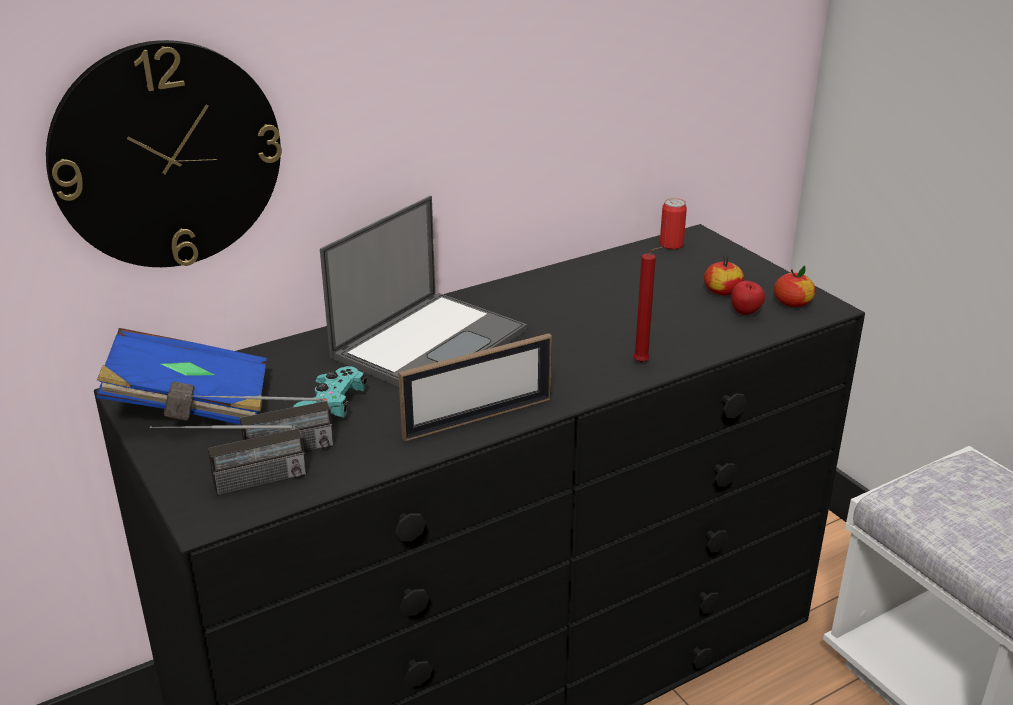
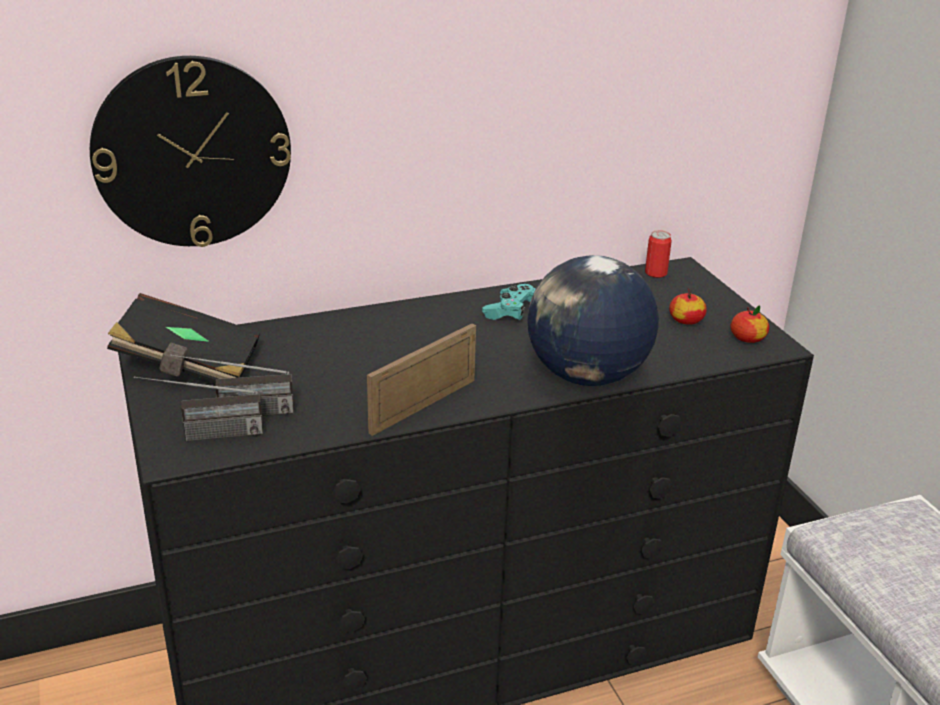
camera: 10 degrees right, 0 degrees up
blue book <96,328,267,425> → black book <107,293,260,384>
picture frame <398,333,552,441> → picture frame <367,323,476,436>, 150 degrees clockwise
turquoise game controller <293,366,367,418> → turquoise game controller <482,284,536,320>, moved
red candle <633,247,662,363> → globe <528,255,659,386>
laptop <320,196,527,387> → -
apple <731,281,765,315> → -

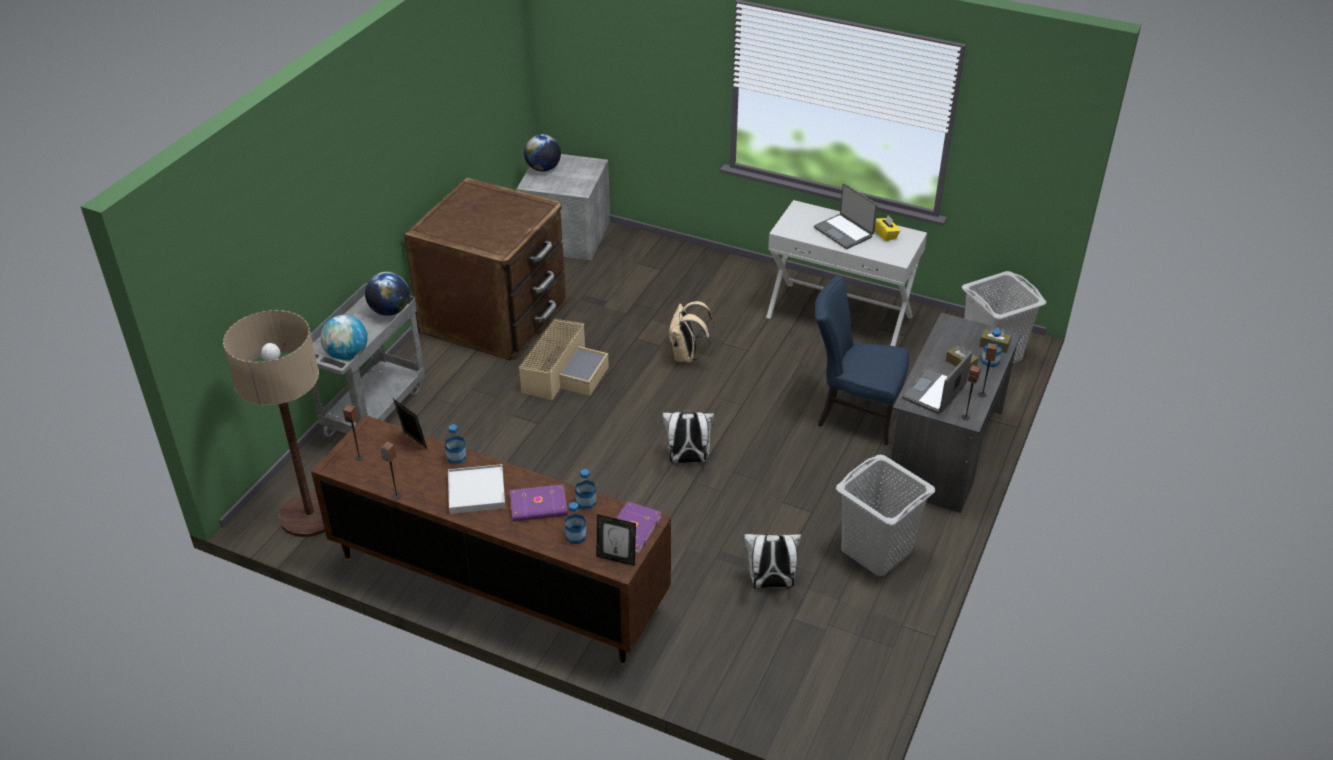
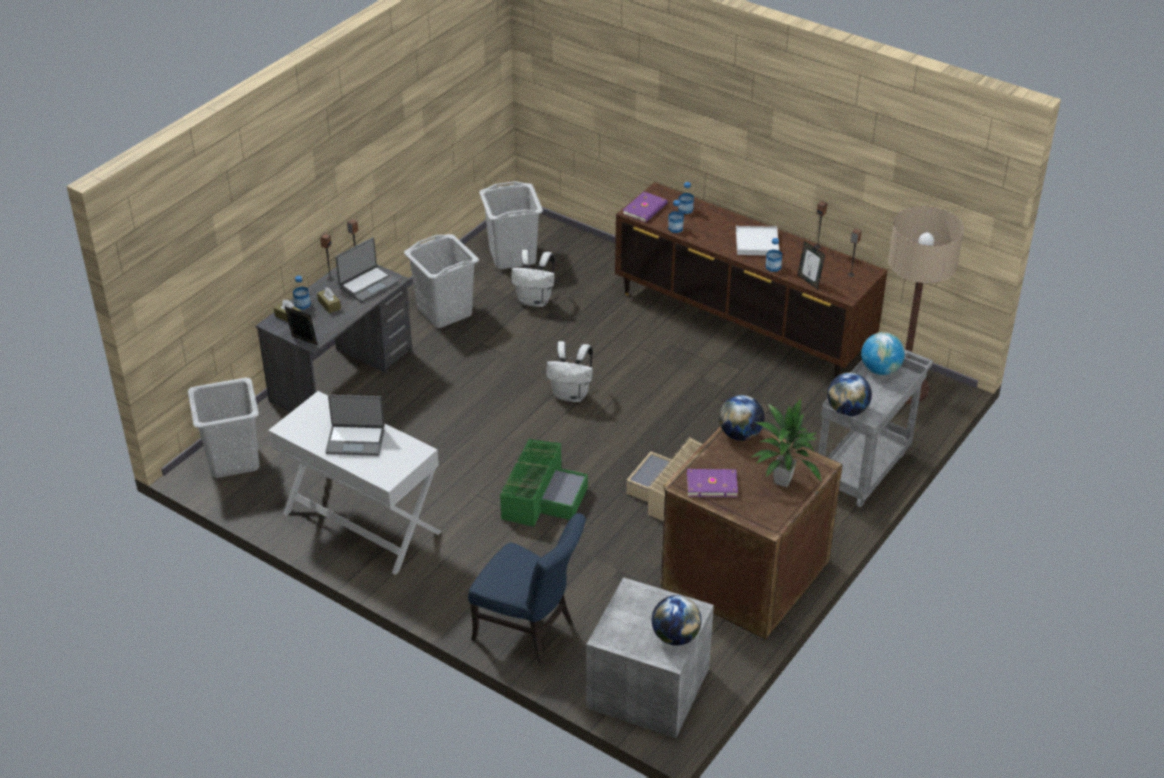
camera: 170 degrees left, 0 degrees up
picture frame <596,514,636,566> → picture frame <284,306,318,345>, moved
laptop <814,183,878,249> → laptop <325,395,385,456>, 120 degrees clockwise
blue chair <815,276,909,445> → blue chair <468,513,586,665>, moved
- → grey laundry basket <479,181,543,269>
beige backpack <668,301,714,363> → green storage box <499,439,588,527>
purple book <510,484,568,522> → purple book <687,469,738,497>, moved
- → globe <719,395,765,441>
- → potted plant <752,399,822,487>
yellow tissue box <875,215,900,241> → -

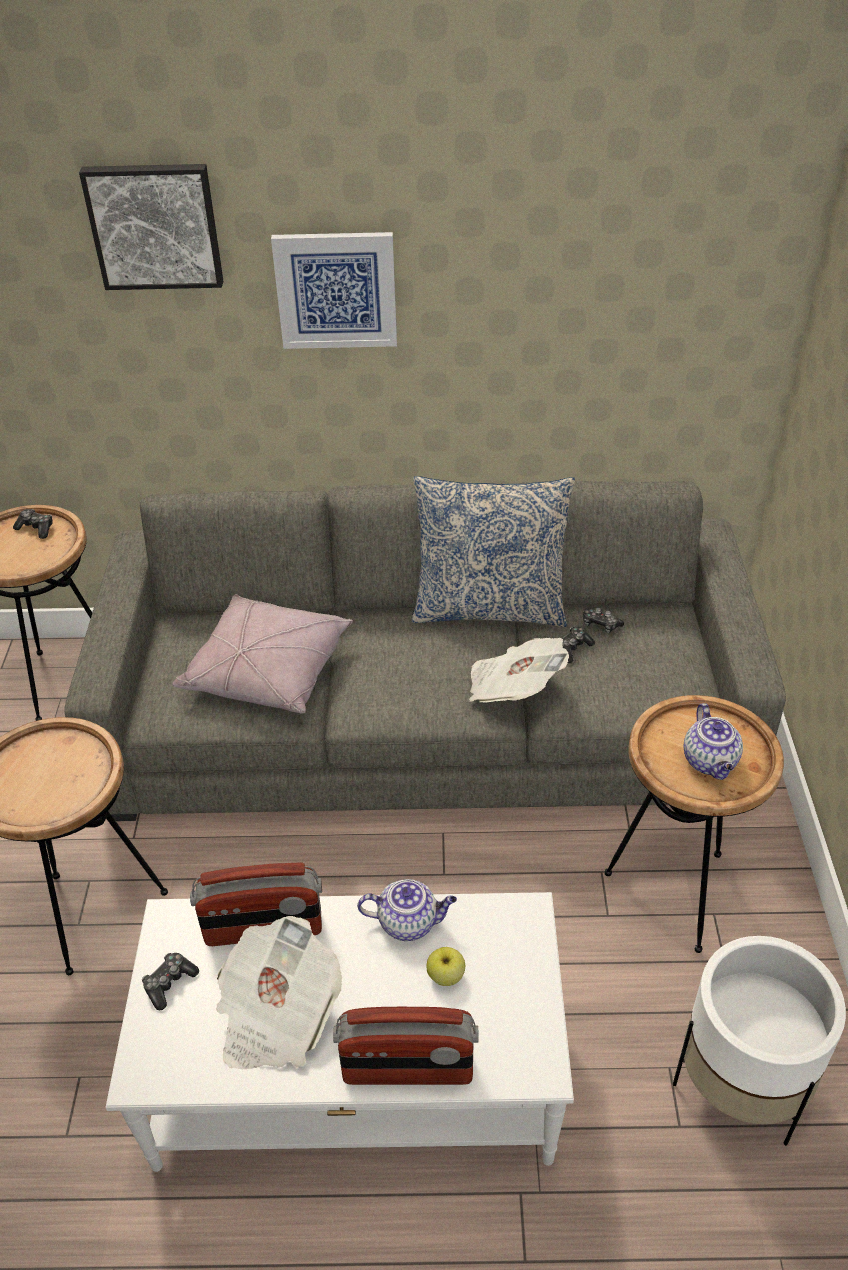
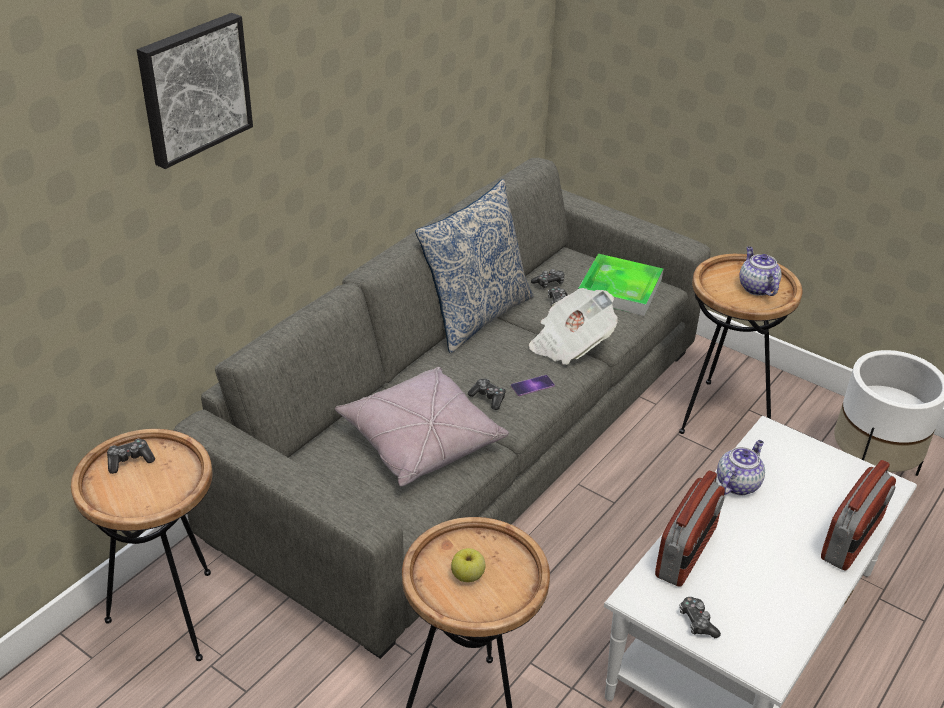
camera: 55 degrees left, 5 degrees down
apple <427,947,465,986> → apple <451,548,485,582>, moved
- → game controller <468,379,506,410>
- → phone <511,375,555,396>
- → tray <578,254,663,316>
teapot <683,703,743,780> → teapot <739,247,782,296>, 135 degrees counterclockwise
newspaper <216,916,342,1069> → -
picture <271,232,397,349> → -

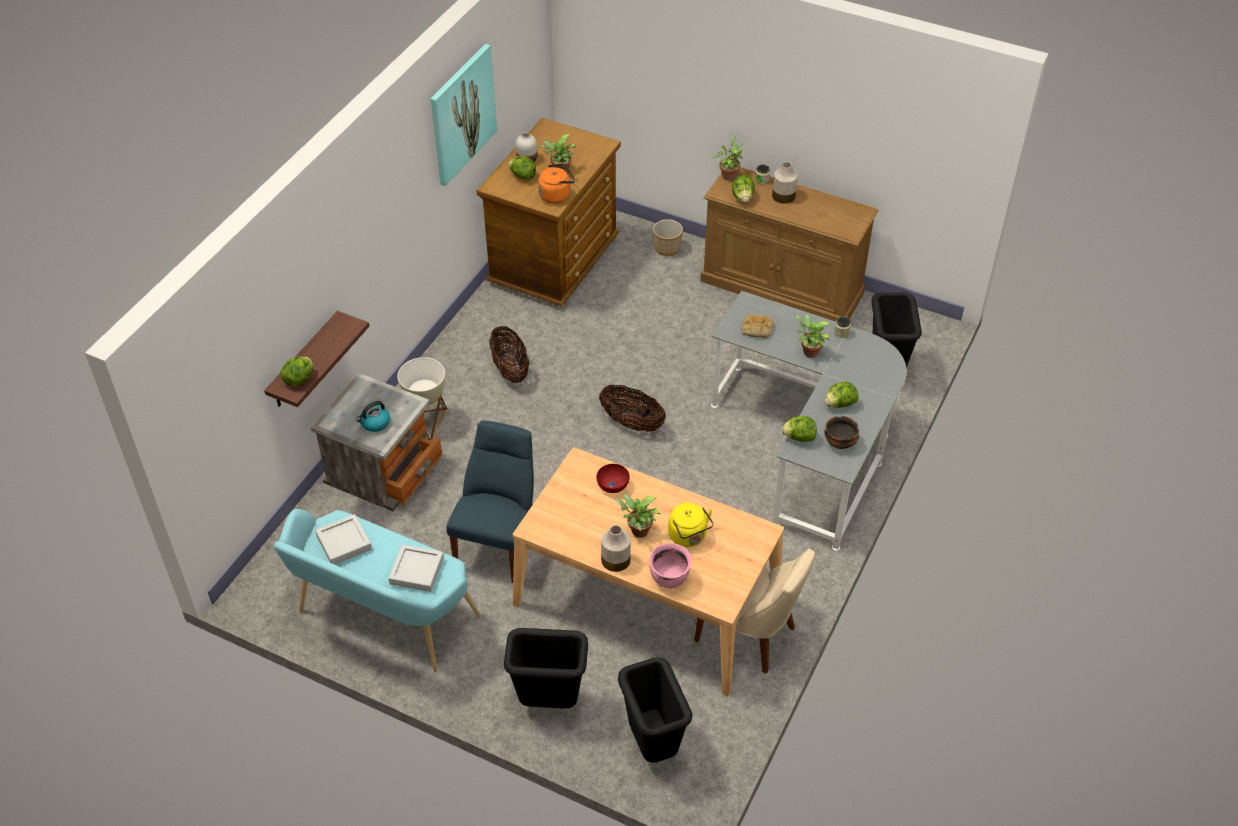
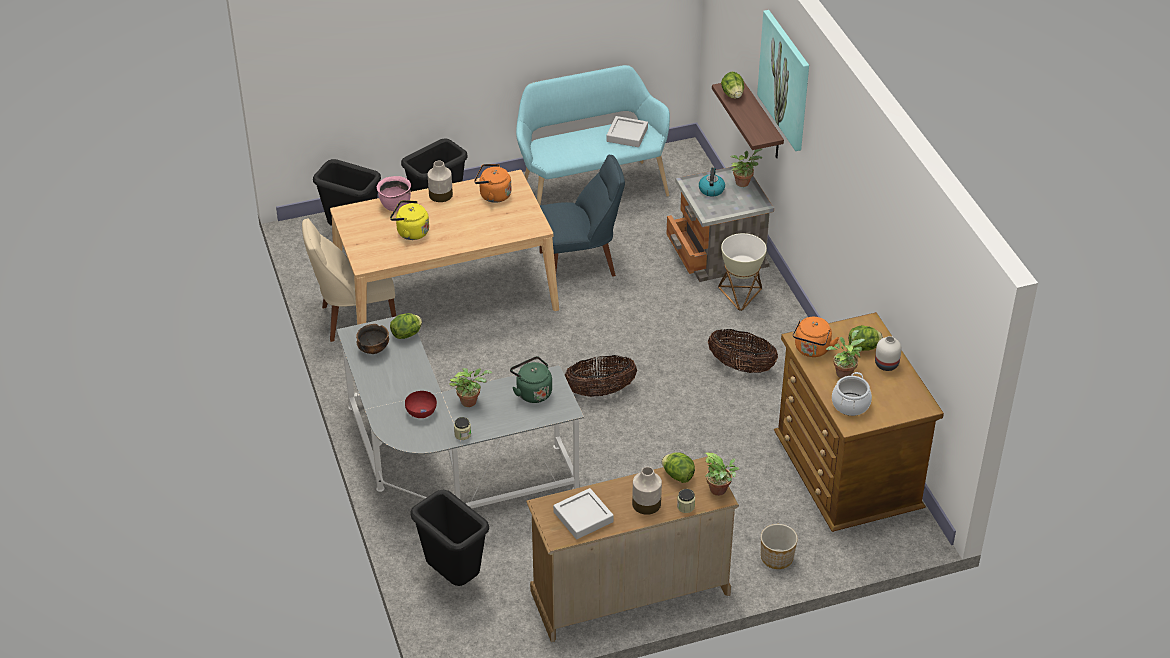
camera: 135 degrees right, 5 degrees down
red bowl <597,464,629,493> → red bowl <405,391,437,418>, moved
- → orange kettle <474,164,511,203>
bread <742,315,774,338> → green kettle <510,356,552,403>
blue chair <446,420,534,583> → blue chair <539,155,625,277>, 75 degrees counterclockwise
grey tray <388,545,444,592> → grey tray <553,488,614,539>, moved
potted plant <614,494,661,538> → potted plant <730,149,763,187>, moved
picture <431,44,497,186> → picture <757,10,809,151>, moved
- → cooking pot <832,372,872,416>
lettuce <825,382,859,408> → -

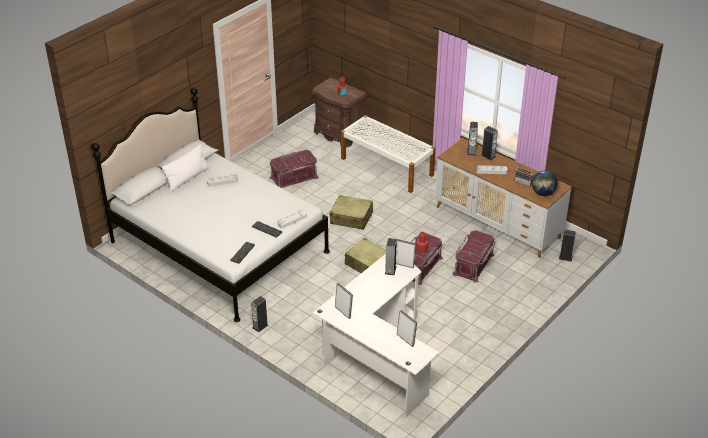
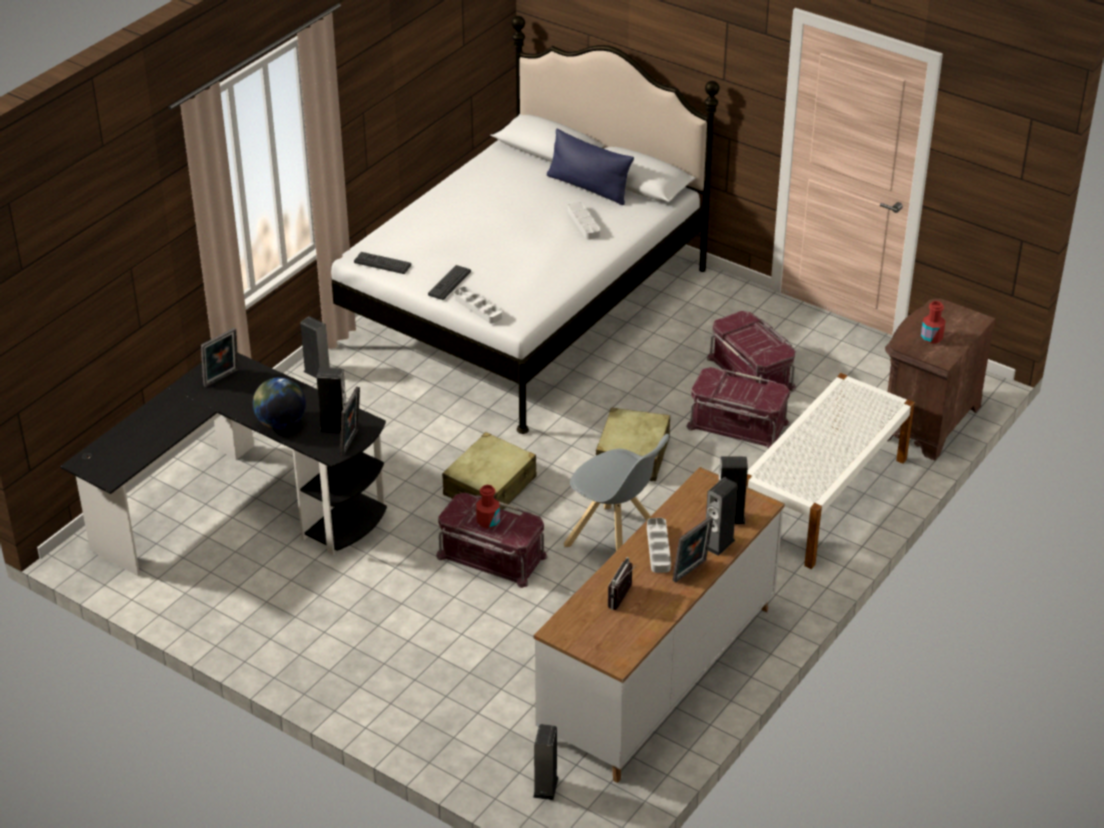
camera: 85 degrees right, 0 degrees up
white desk <313,254,439,417> → black desk <60,352,387,576>
globe <532,171,558,196> → globe <253,377,306,430>, moved
white pillow <162,144,209,192> → blue pillow <547,129,634,205>
- → grey chair <563,434,669,551>
picture frame <397,310,417,347> → picture frame <673,516,713,583>, moved
red storage box <452,230,496,283> → red storage box <686,367,790,449>, moved

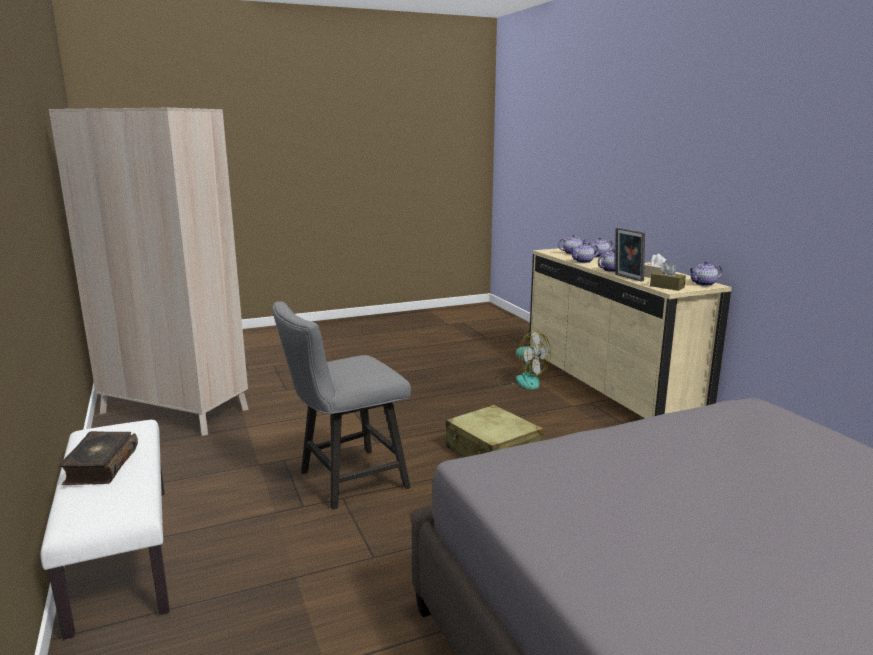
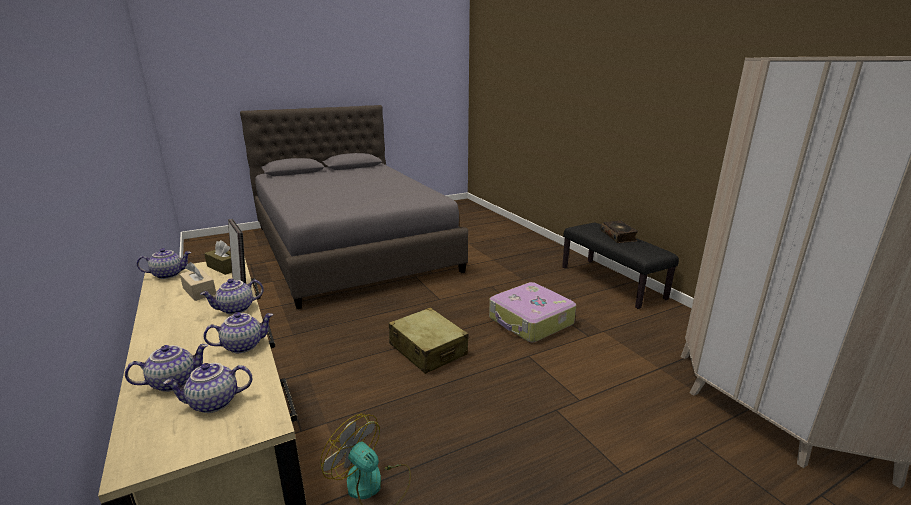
camera: 175 degrees right, 5 degrees up
grey chair <273,301,411,510> → suitcase <489,282,576,342>
white bench <40,420,170,639> → black bench <562,222,679,309>

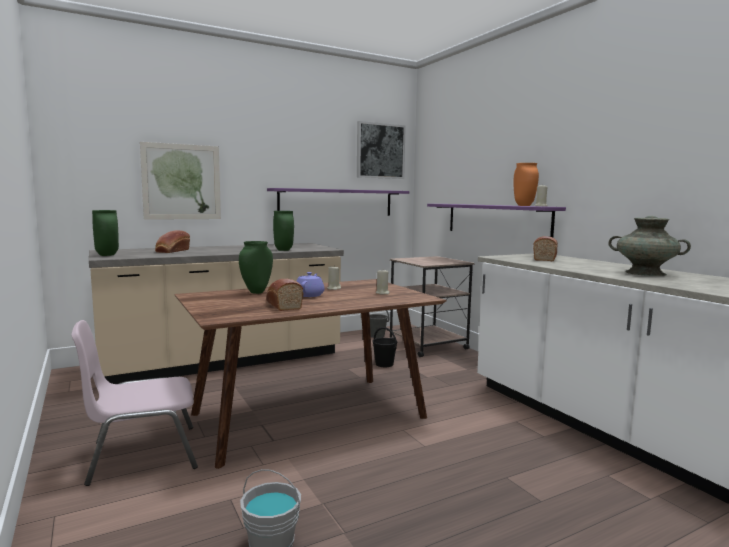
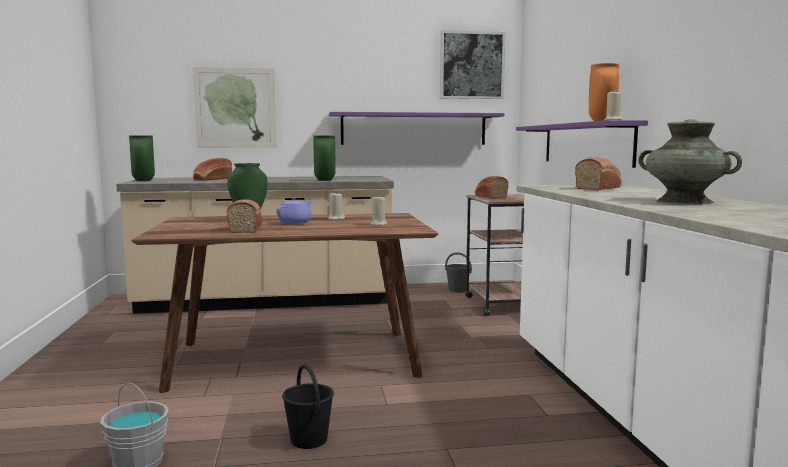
camera: 20 degrees right, 0 degrees up
black bucket <373,327,397,367> → black bucket <282,364,334,449>, moved
- → bread <475,176,509,199>
pink chair <71,320,198,486> → -

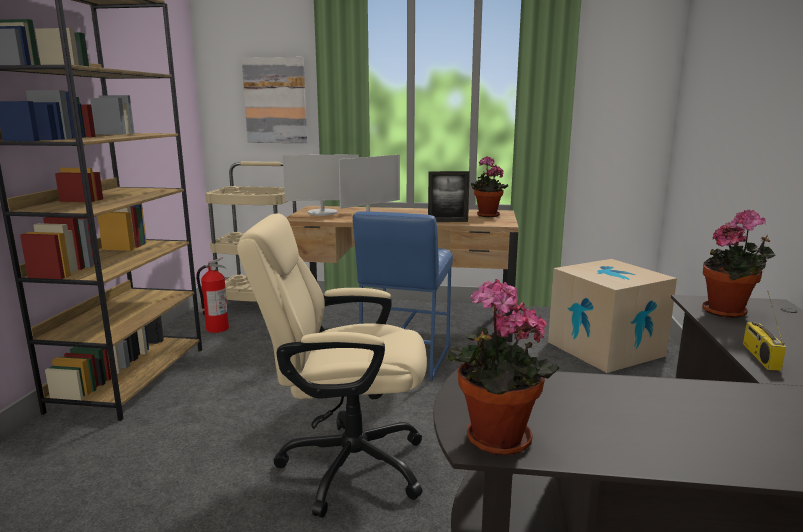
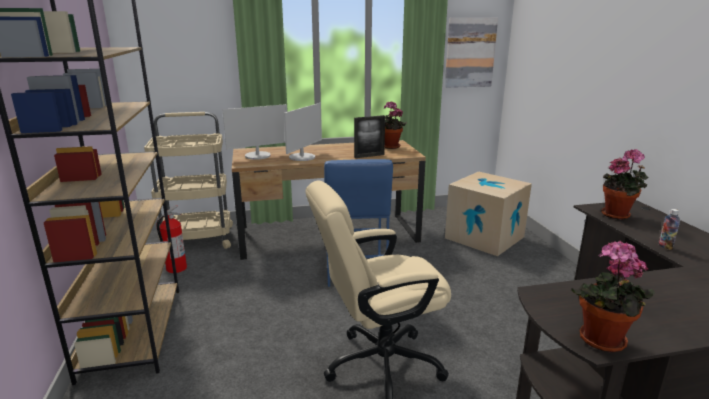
camera: 20 degrees left, 5 degrees up
picture <242,57,307,143> → picture <445,17,498,88>, moved
radio <743,291,786,371> → bottle <658,209,680,250>

